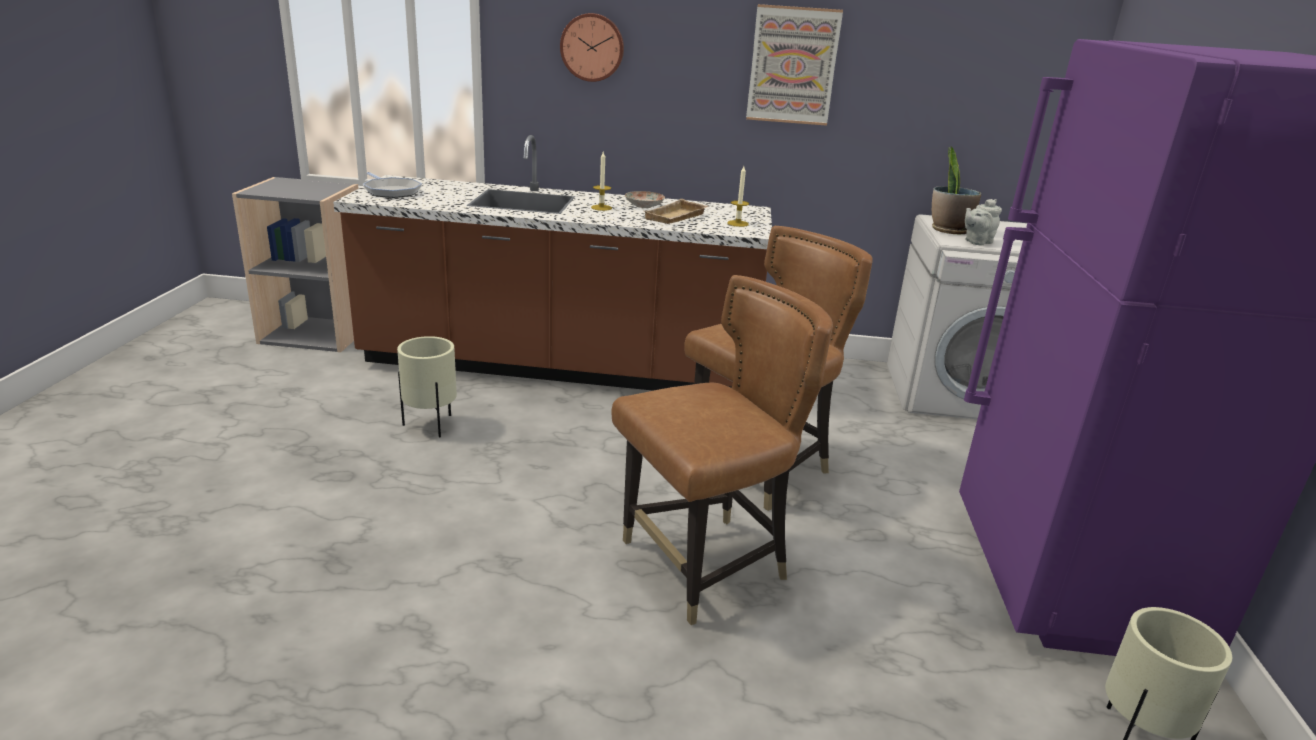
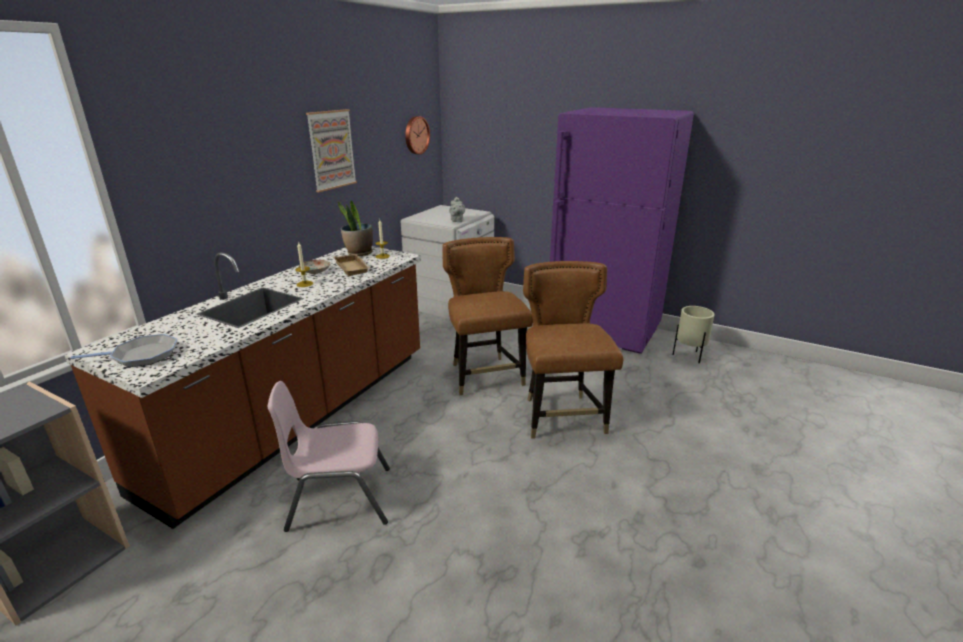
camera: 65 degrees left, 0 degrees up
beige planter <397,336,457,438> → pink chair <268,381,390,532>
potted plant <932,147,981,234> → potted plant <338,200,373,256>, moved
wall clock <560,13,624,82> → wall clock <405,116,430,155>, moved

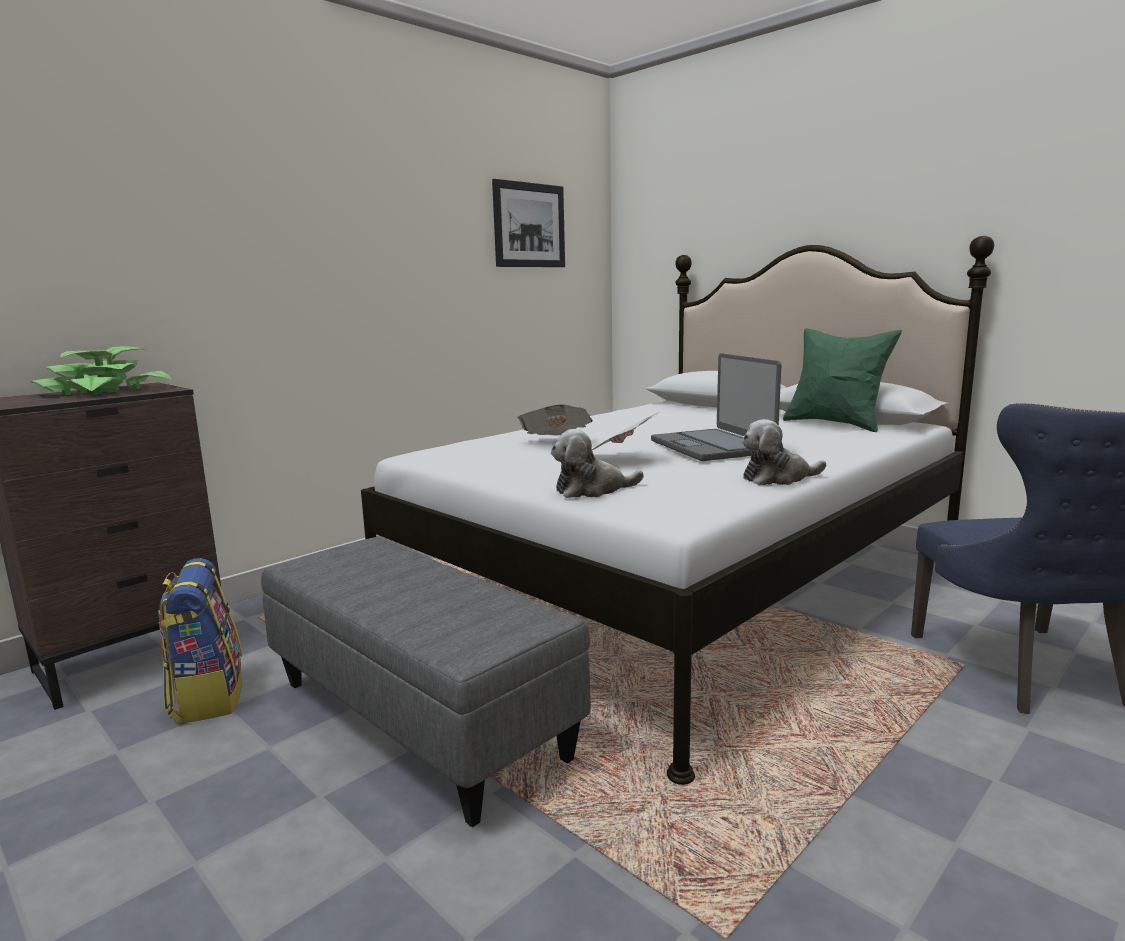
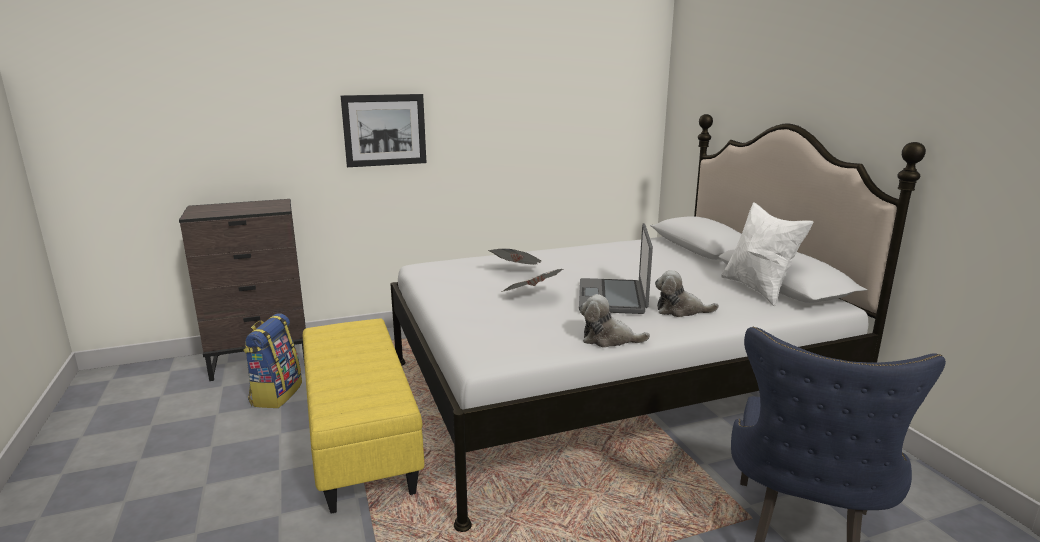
camera: 25 degrees right, 5 degrees up
grey ottoman <261,537,591,827> → yellow ottoman <303,319,424,514>
picture <492,179,565,267> → picture <341,94,426,167>, moved
plush toy <551,429,644,498> → plush toy <655,270,719,317>, moved
green pillow <783,328,902,432> → white pillow <721,202,814,306>
potted plant <30,346,171,395> → -

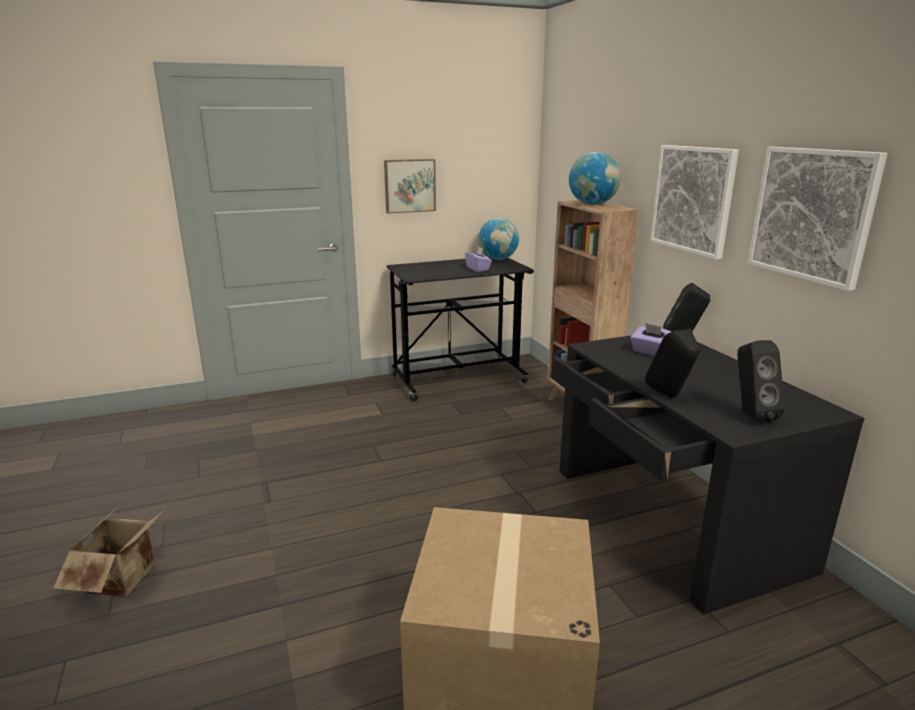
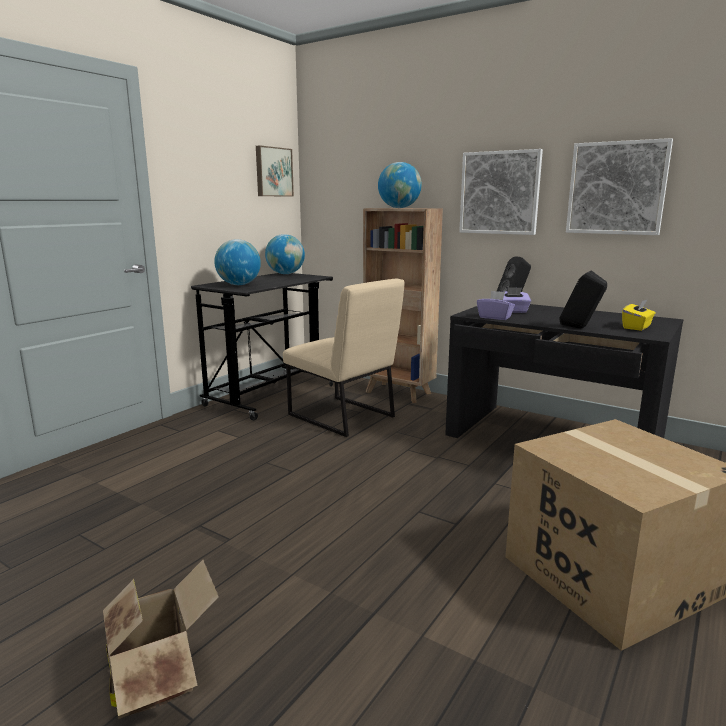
camera: 35 degrees left, 5 degrees down
- → globe <214,239,261,285>
picture <384,159,436,214> → picture <256,145,294,197>, moved
- → beige chair <283,279,405,437>
purple tissue box <465,247,492,272> → purple tissue box <477,291,515,320>, moved
black speaker <737,340,785,422> → yellow tissue box <622,299,655,331>

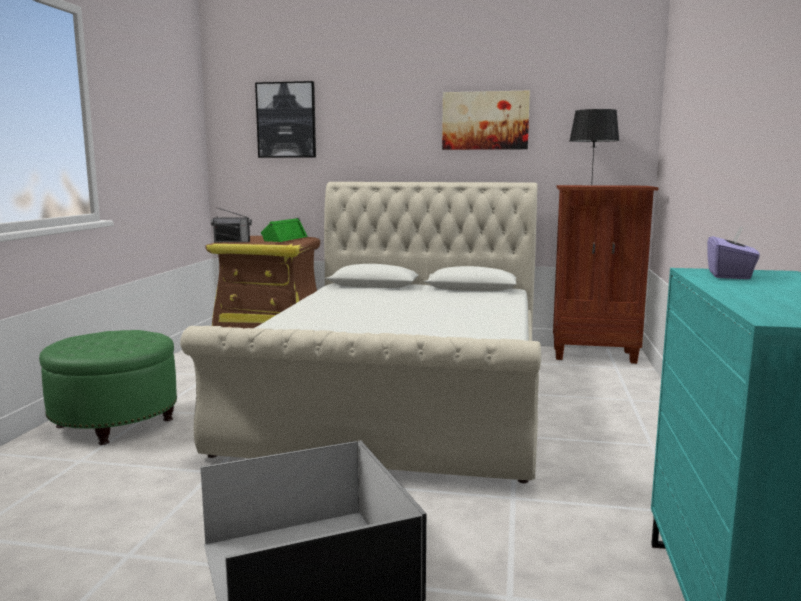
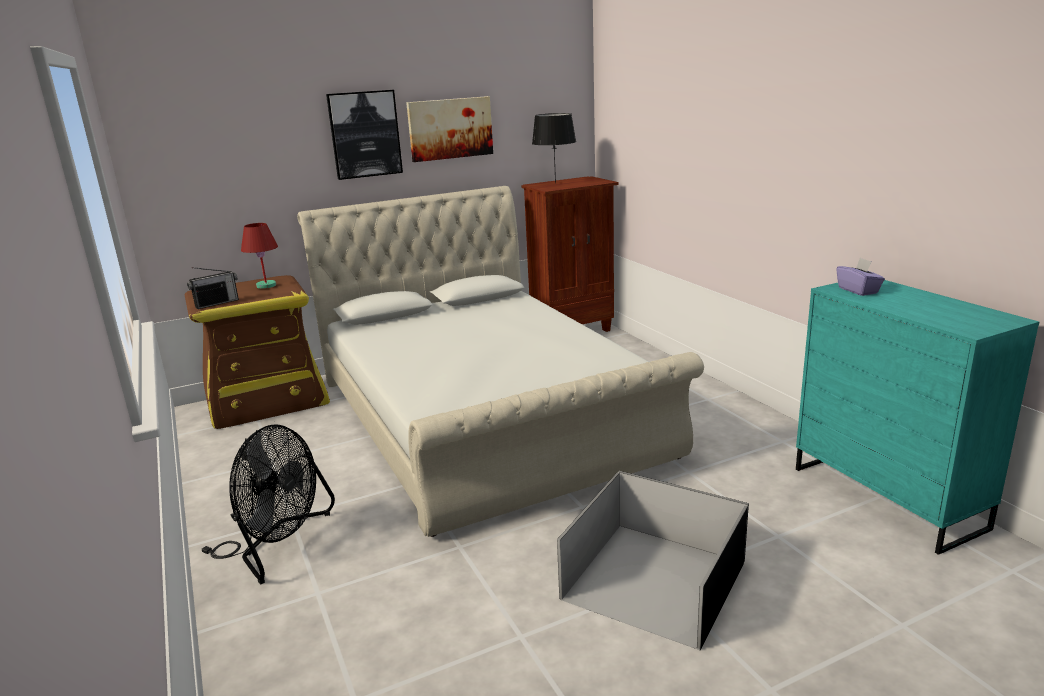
camera: 35 degrees left, 10 degrees up
green ottoman <39,330,177,445> → black fan <202,425,335,585>
green speaker <261,218,308,242> → red table lamp <241,223,278,289>
picture <255,81,316,158> → picture <326,90,403,180>, moved

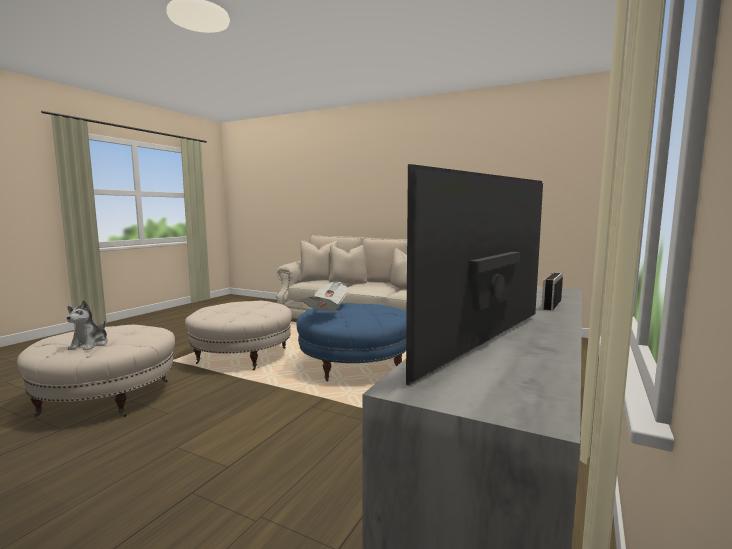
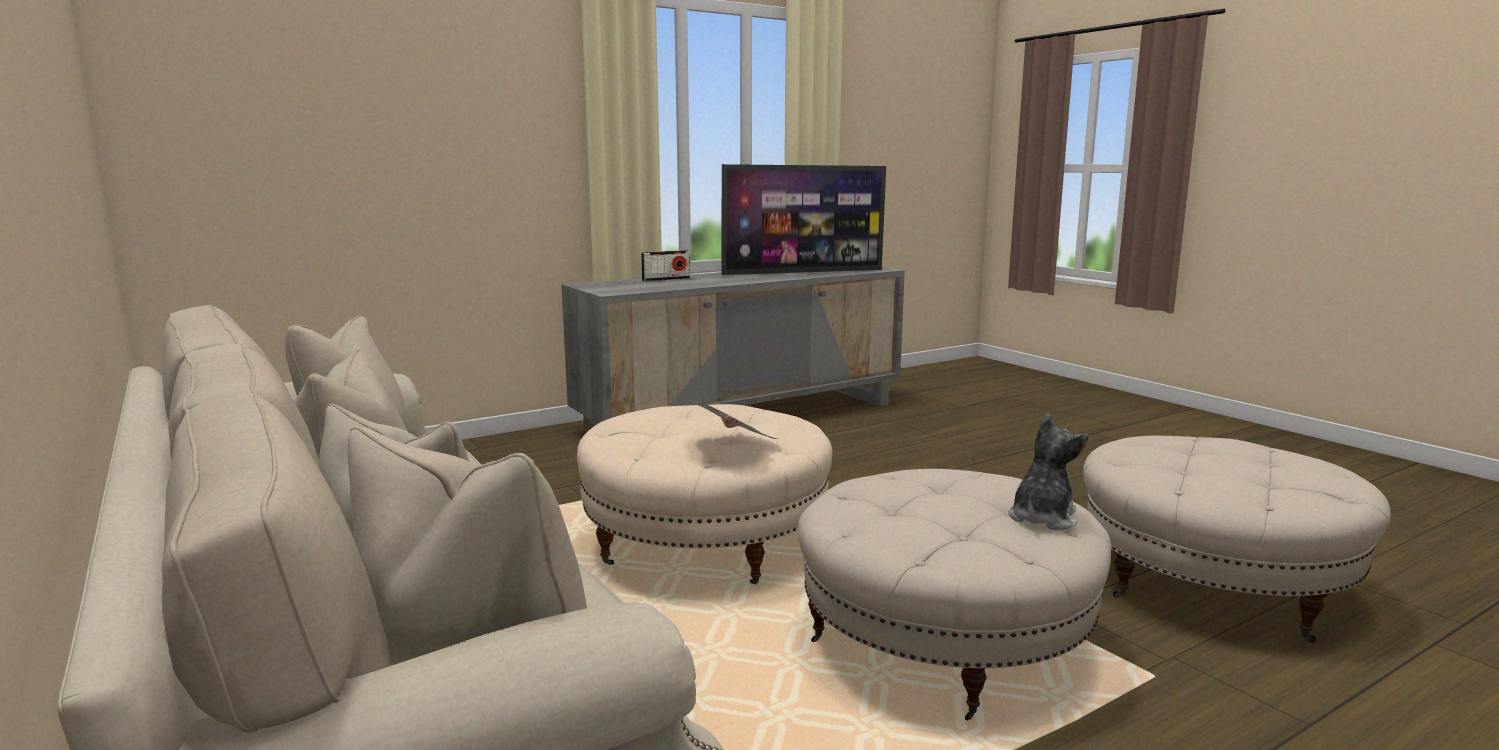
camera: 150 degrees left, 5 degrees up
blue ottoman <297,303,407,381> → beige ottoman <577,404,832,584>
plush toy <67,300,108,350> → plush toy <1008,414,1089,530>, moved
newspaper <300,297,340,311> → -

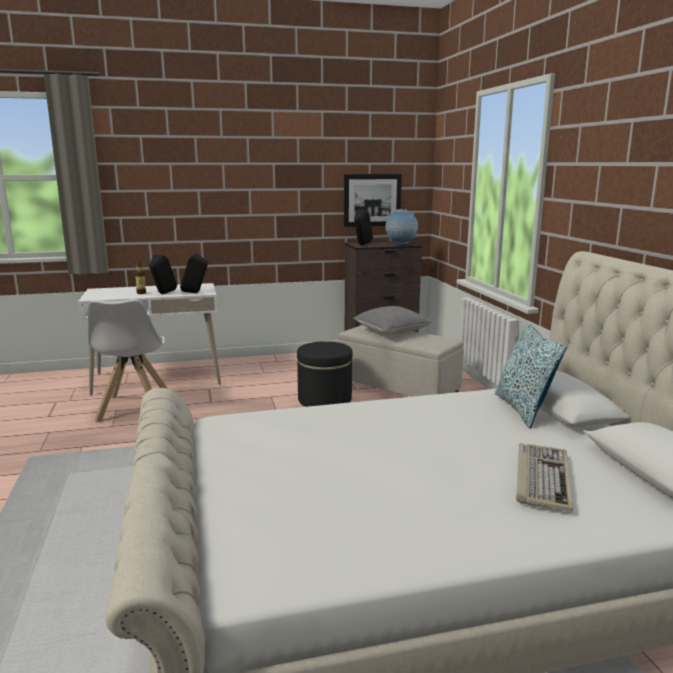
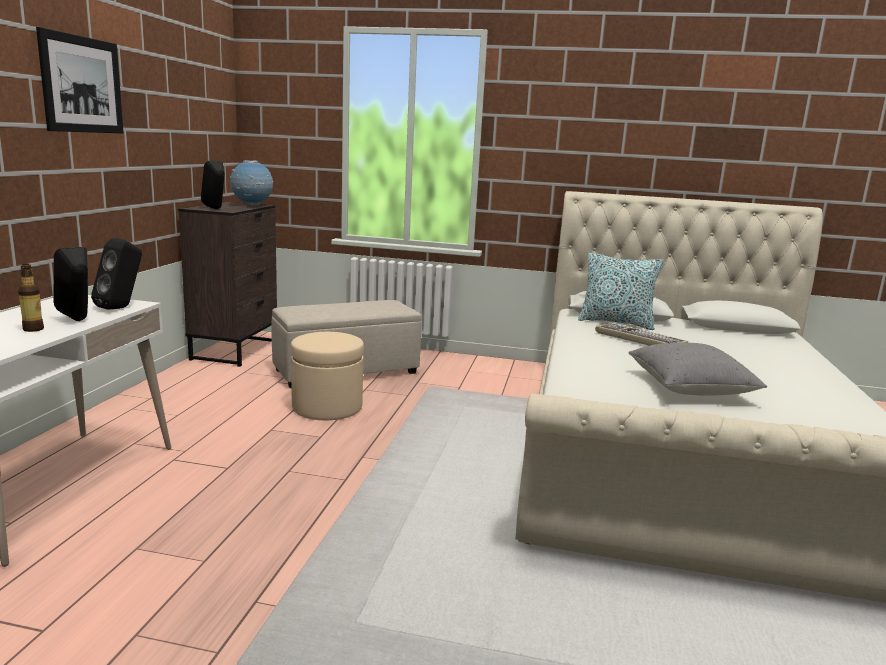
camera: 65 degrees left, 0 degrees up
picture <344,174,402,227> → picture <36,27,124,134>, moved
black ottoman <297,341,352,407> → beige ottoman <291,332,364,420>
keyboard <516,443,573,511> → keyboard <595,323,688,346>, moved
grey pillow <354,306,432,335> → grey pillow <628,342,767,396>, moved
chair <88,299,168,422> → -

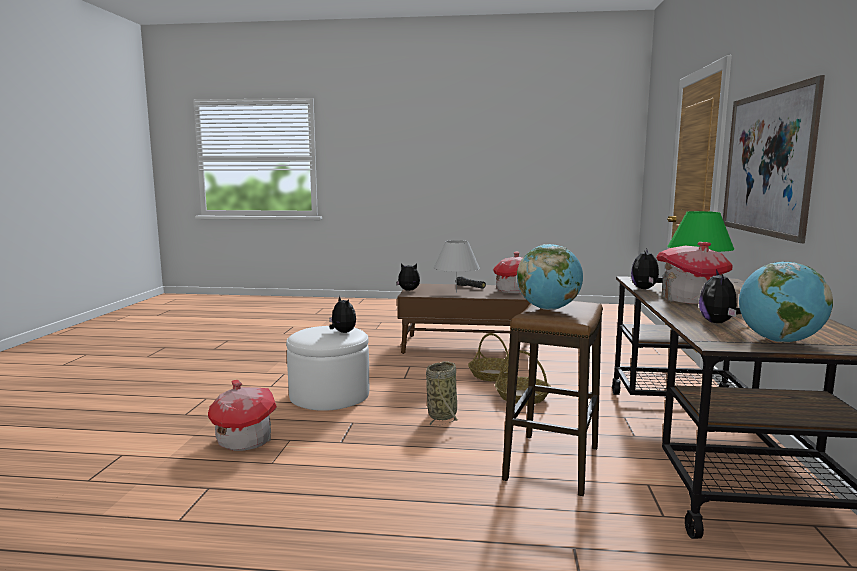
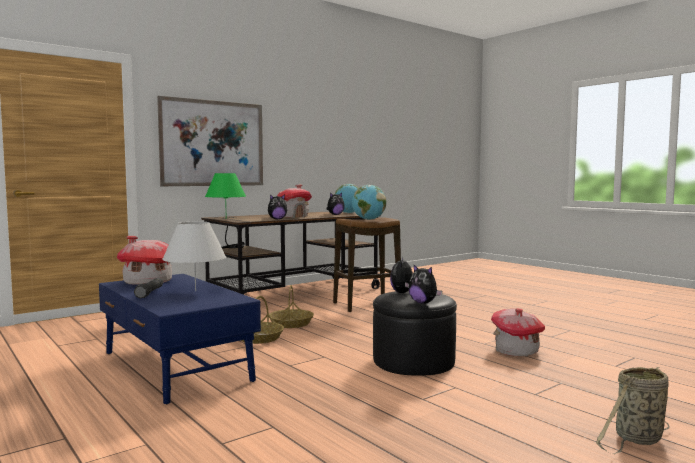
camera: 135 degrees left, 5 degrees down
brown coffee table <397,284,530,354> → blue coffee table <99,274,261,404>
white ottoman <286,326,369,411> → black ottoman <373,290,457,376>
plush toy <396,264,420,291> → plush toy <409,264,442,304>, moved
basket <426,361,458,426> → basket <596,367,670,454>, moved

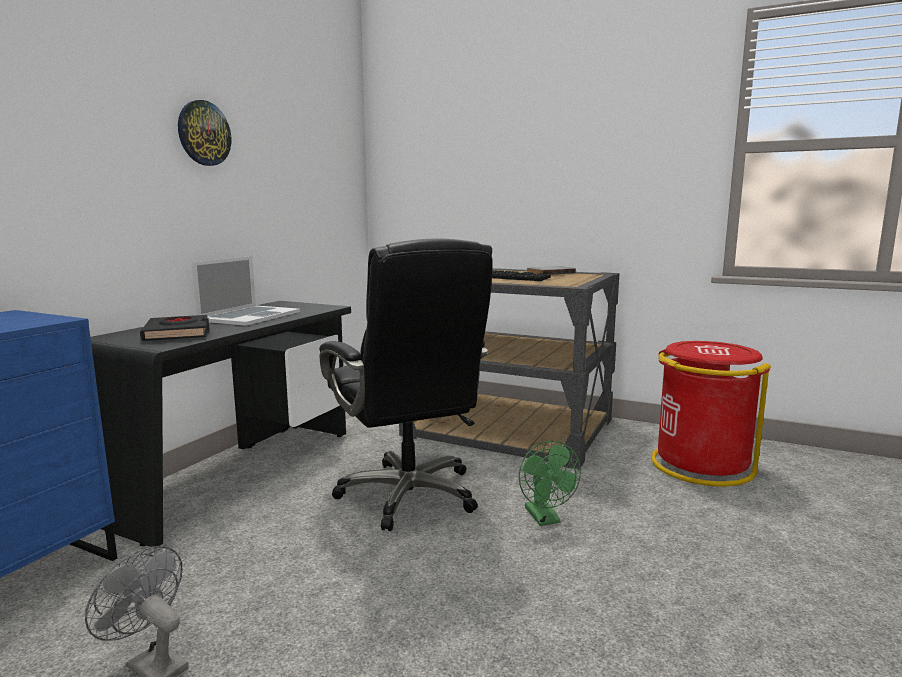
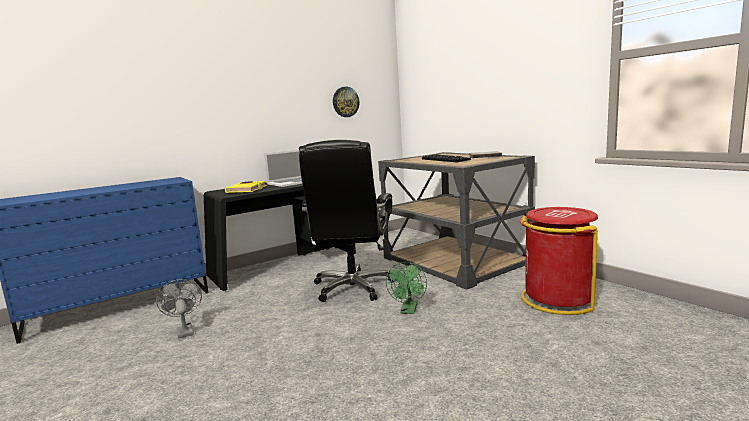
camera: 30 degrees right, 0 degrees up
black book <140,315,210,341> → yellow book <225,181,267,193>
wall clock <178,100,231,166> → wall clock <333,87,360,117>, moved

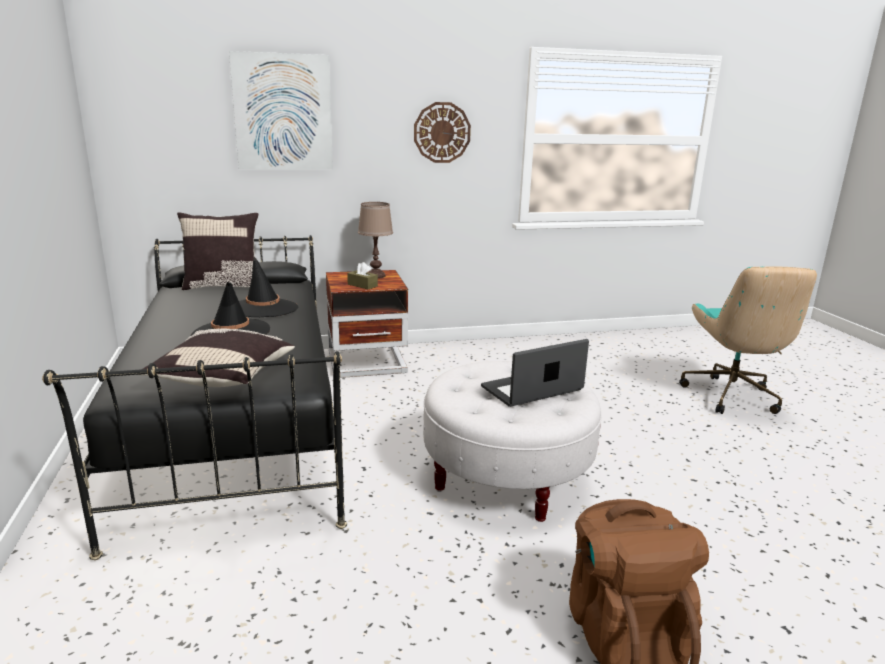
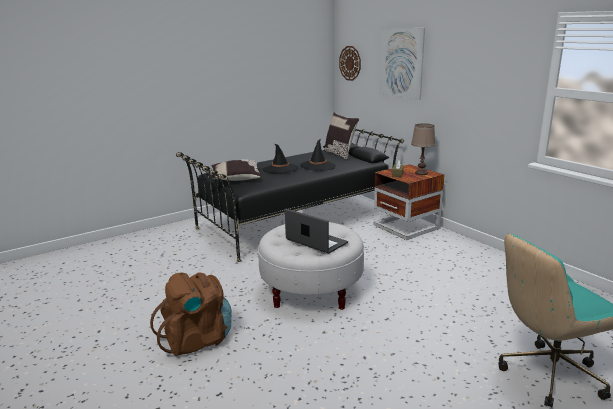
camera: 70 degrees right, 0 degrees up
wall clock <414,102,471,163> → wall clock <339,46,361,81>, moved

